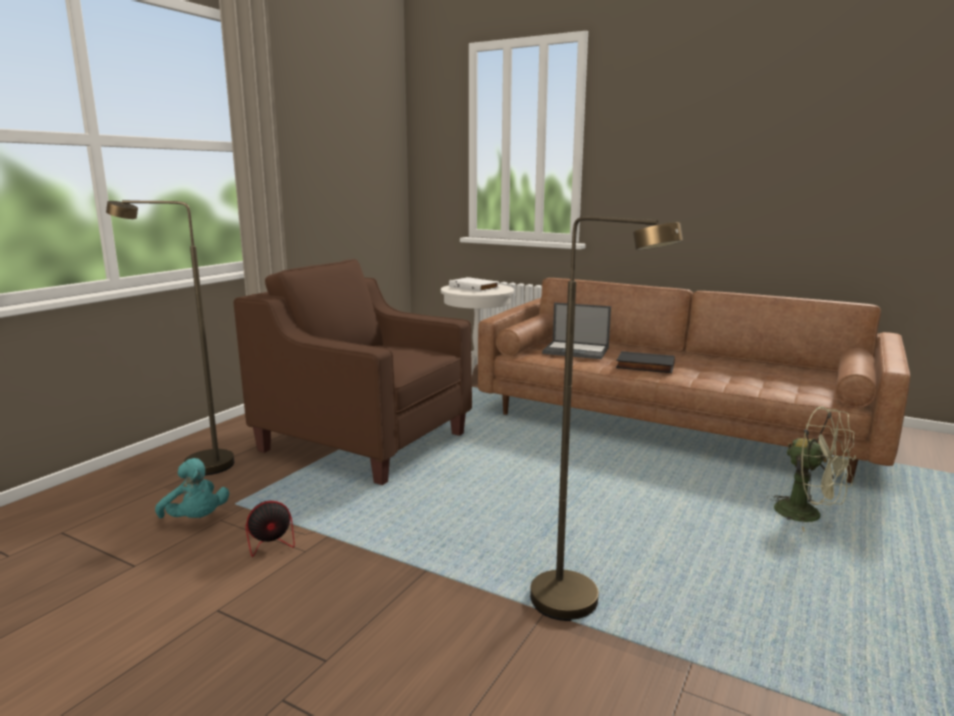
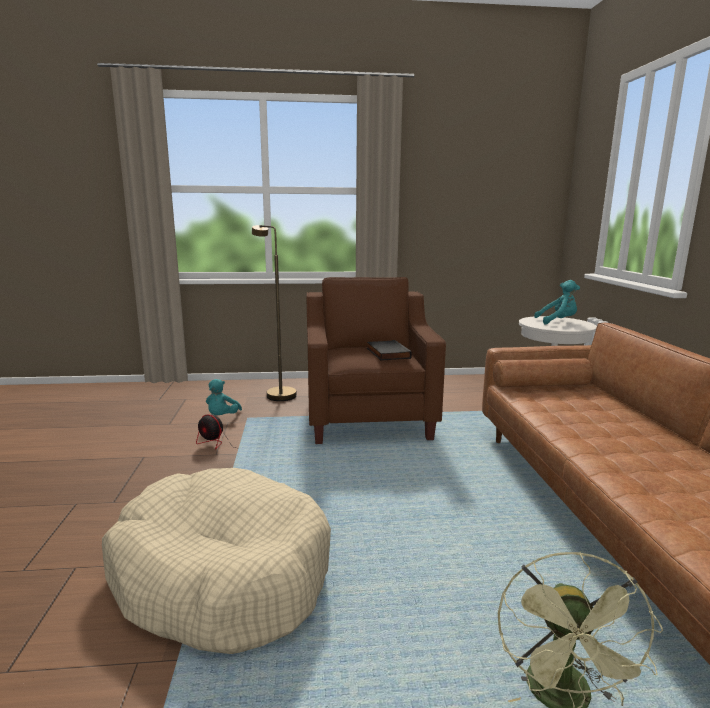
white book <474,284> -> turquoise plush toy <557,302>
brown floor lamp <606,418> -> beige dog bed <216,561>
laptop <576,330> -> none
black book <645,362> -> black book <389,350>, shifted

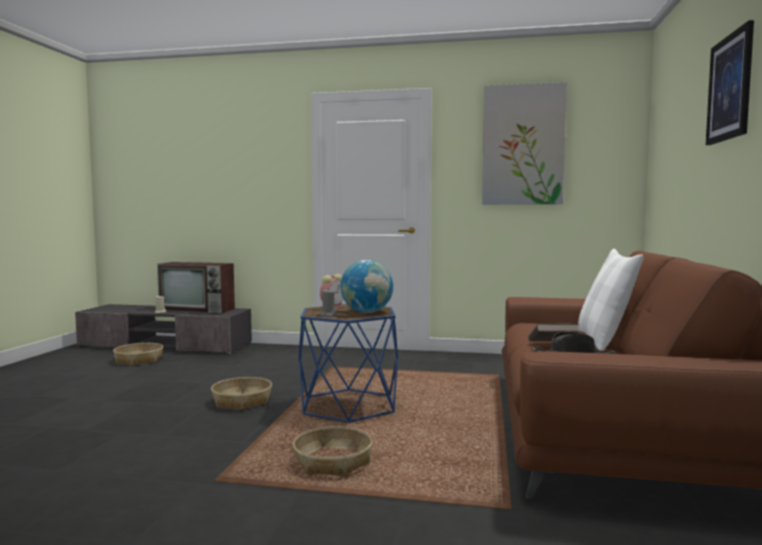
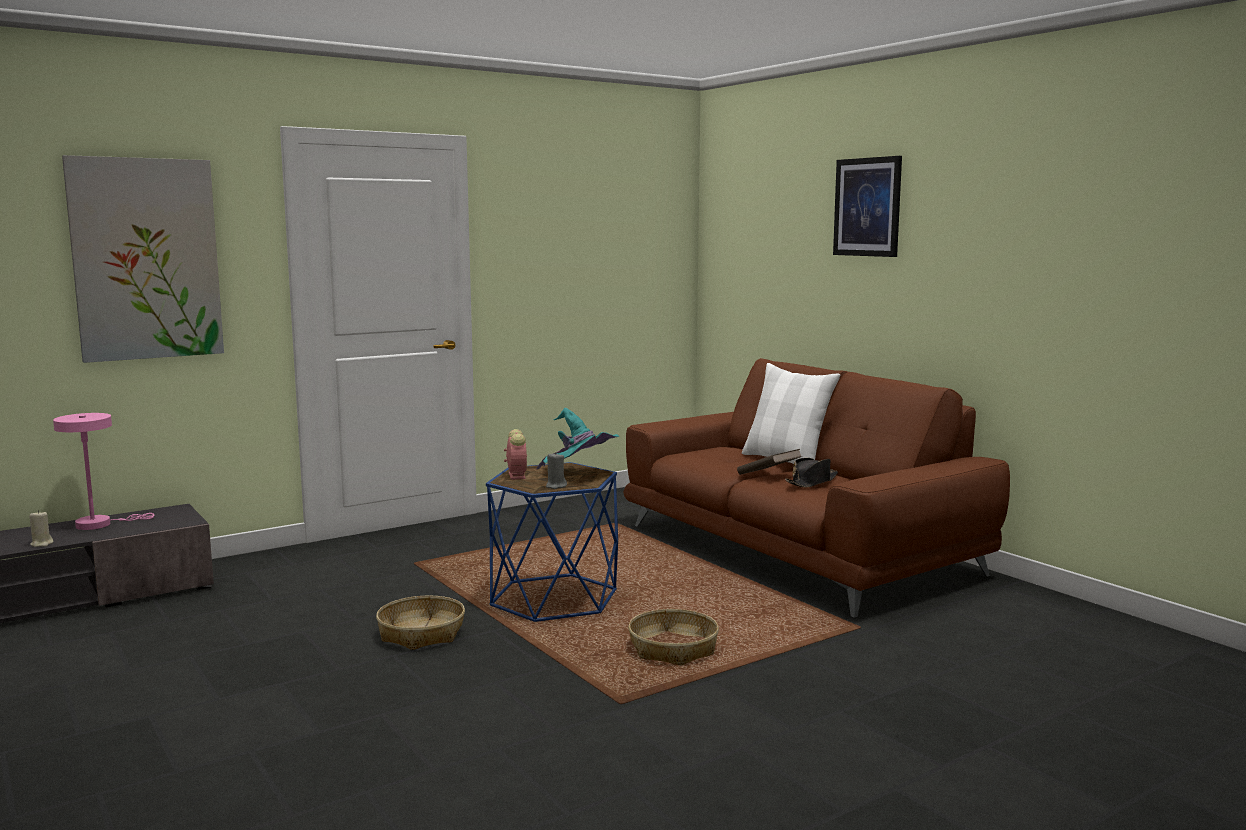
basket <138,354> -> none
television <196,288> -> pink table lamp <103,471>
globe <366,286> -> turquoise hat <577,438>
picture <524,143> -> picture <143,259>, shifted

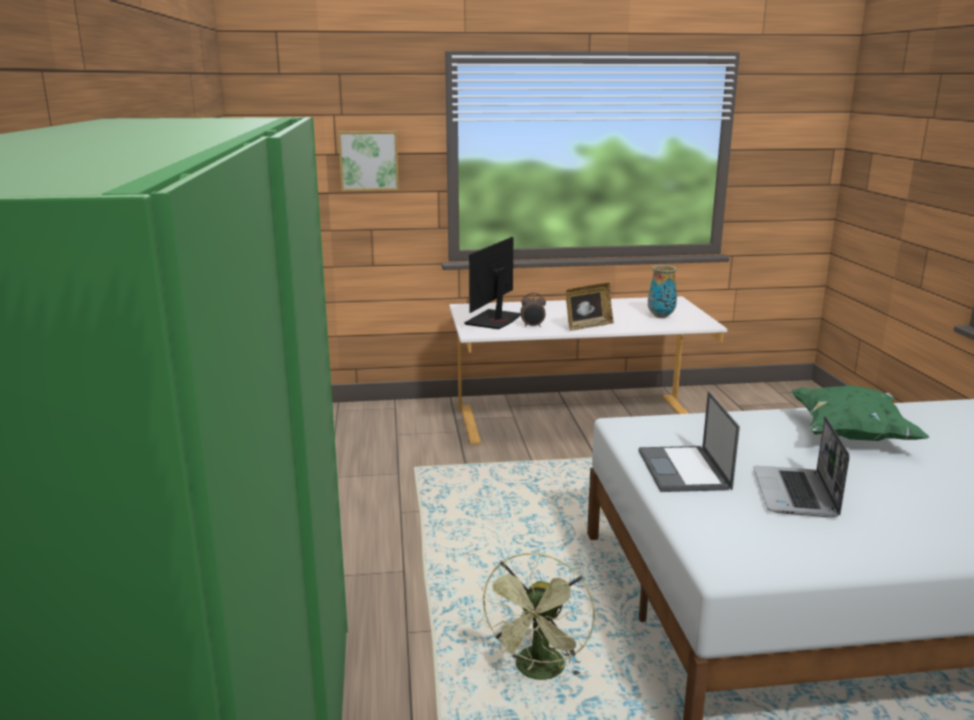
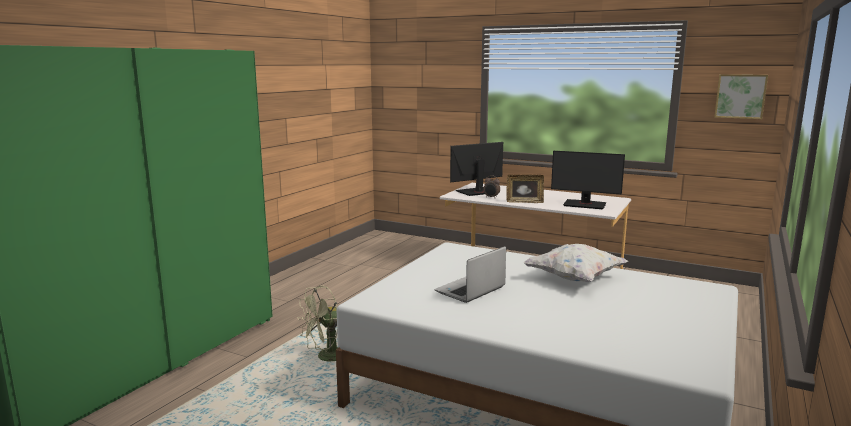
picture <368,161> -> picture <741,96>, shifted
laptop <689,441> -> none
vase <662,291> -> monitor <588,180>
green pillow <860,413> -> white pillow <576,263>

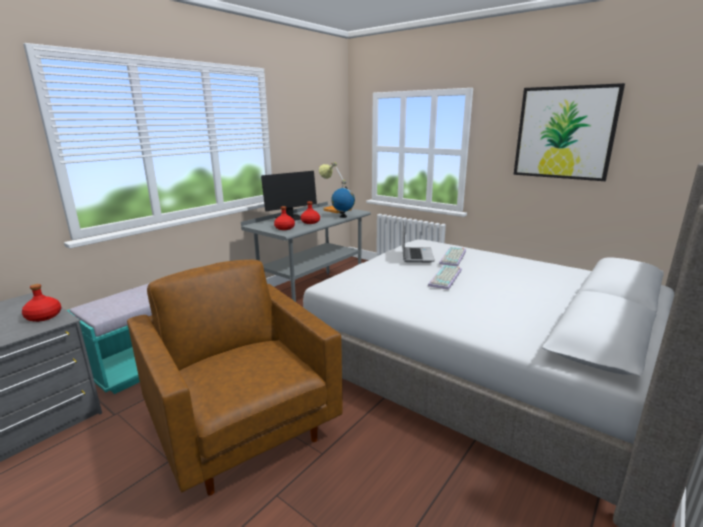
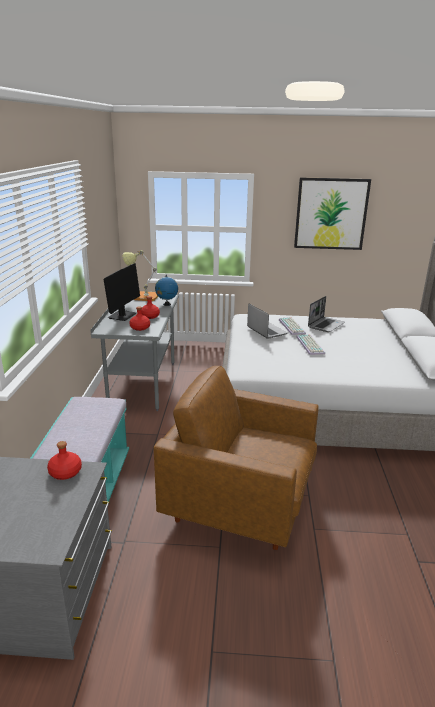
none -> laptop <326,314>

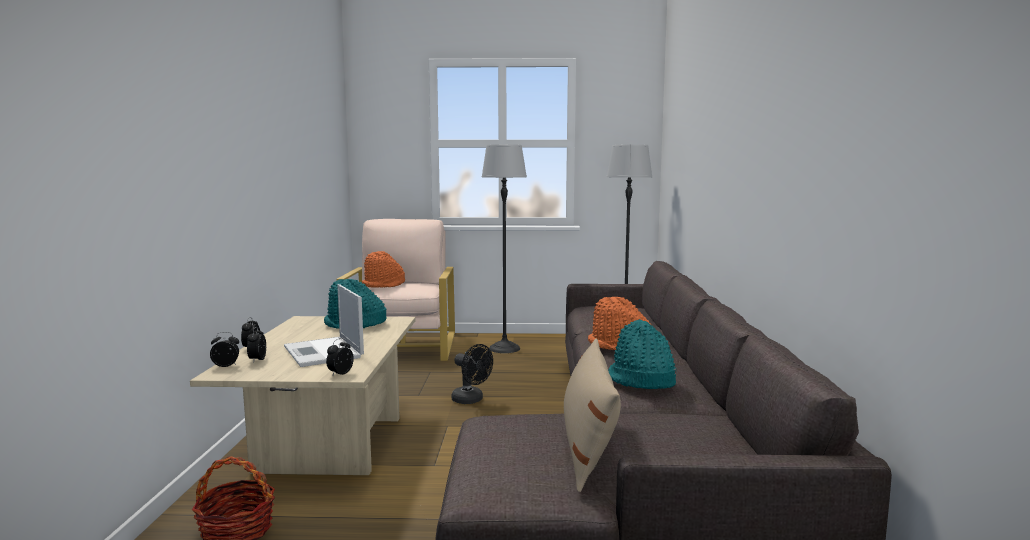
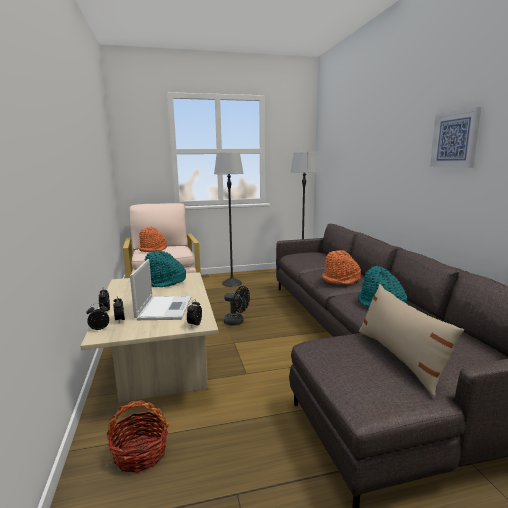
laptop <324,325> -> laptop <161,289>, 135 degrees counterclockwise
none -> picture <455,137>

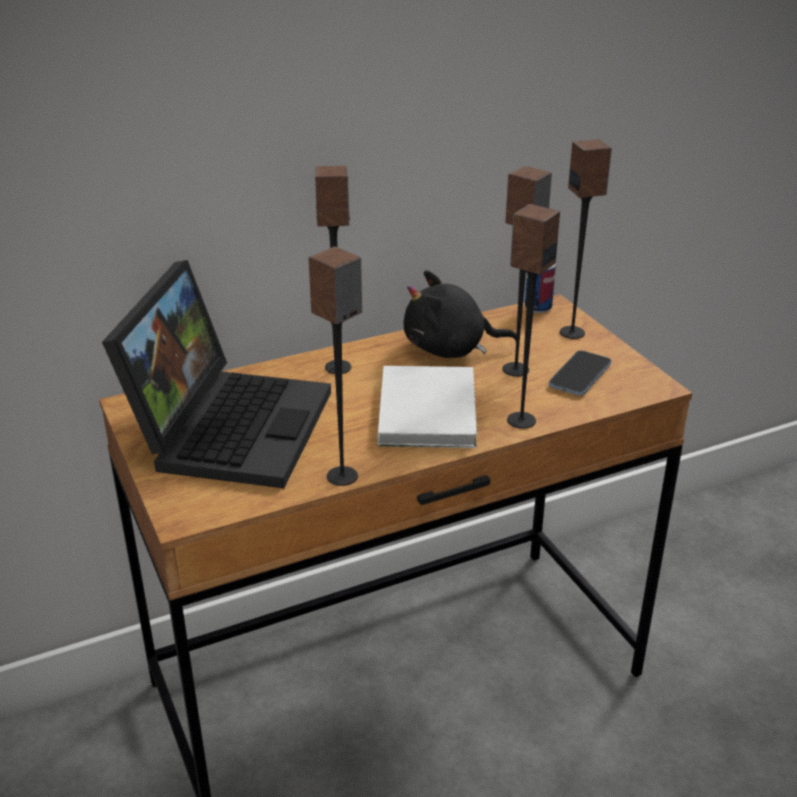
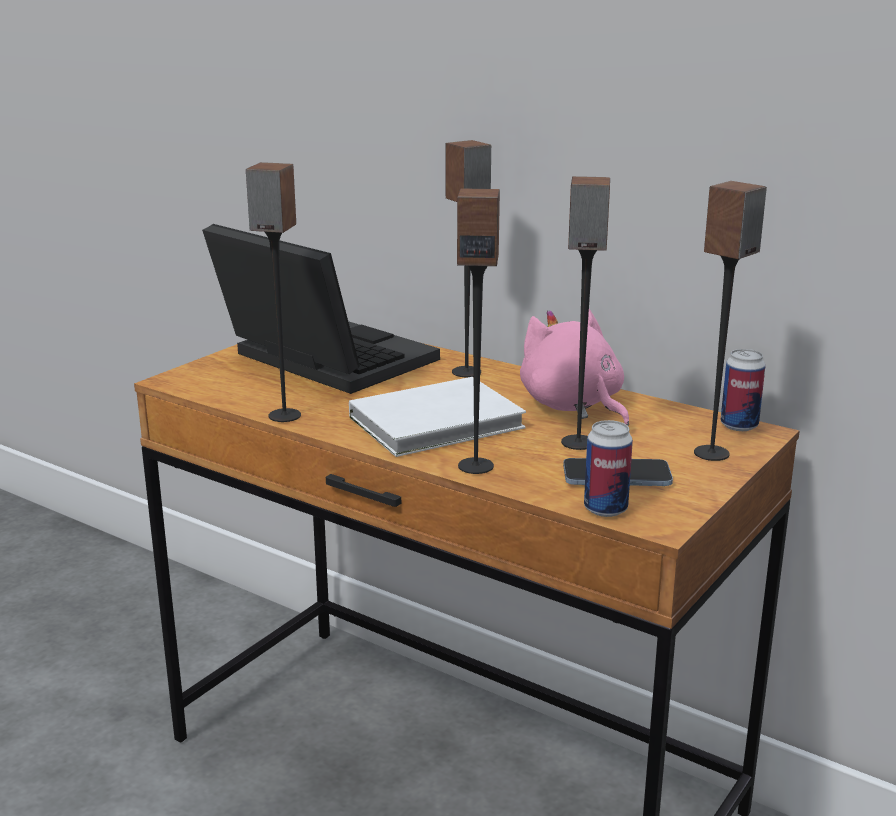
laptop <216,374> -> laptop <321,309>, 120 degrees counterclockwise
black plush toy <460,314> -> pink plush toy <574,367>
none -> can <608,468>

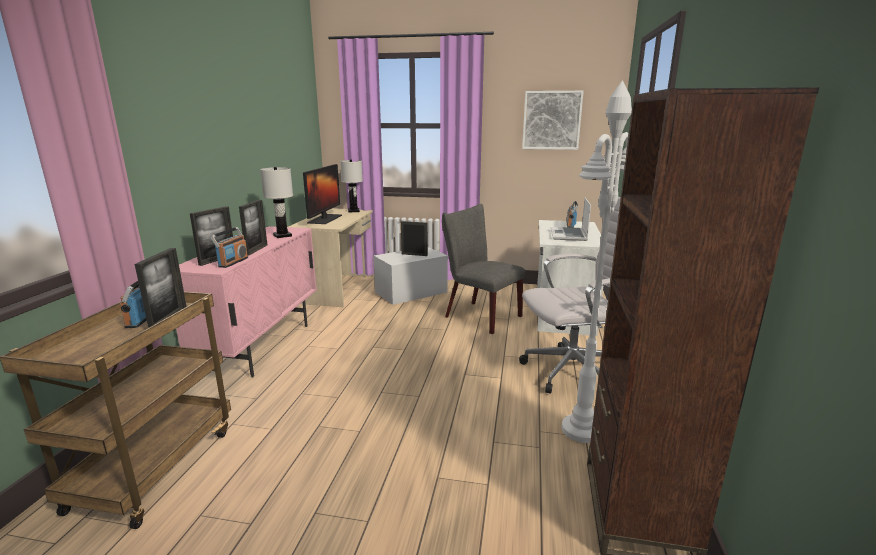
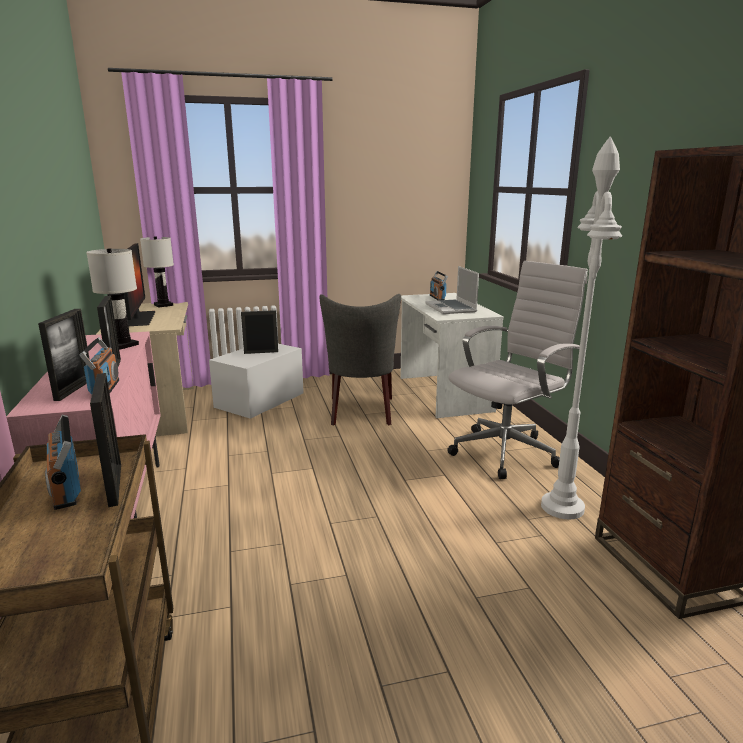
grey chair <483,269> -> grey chair <360,359>, 105 degrees counterclockwise
picture <553,120> -> none

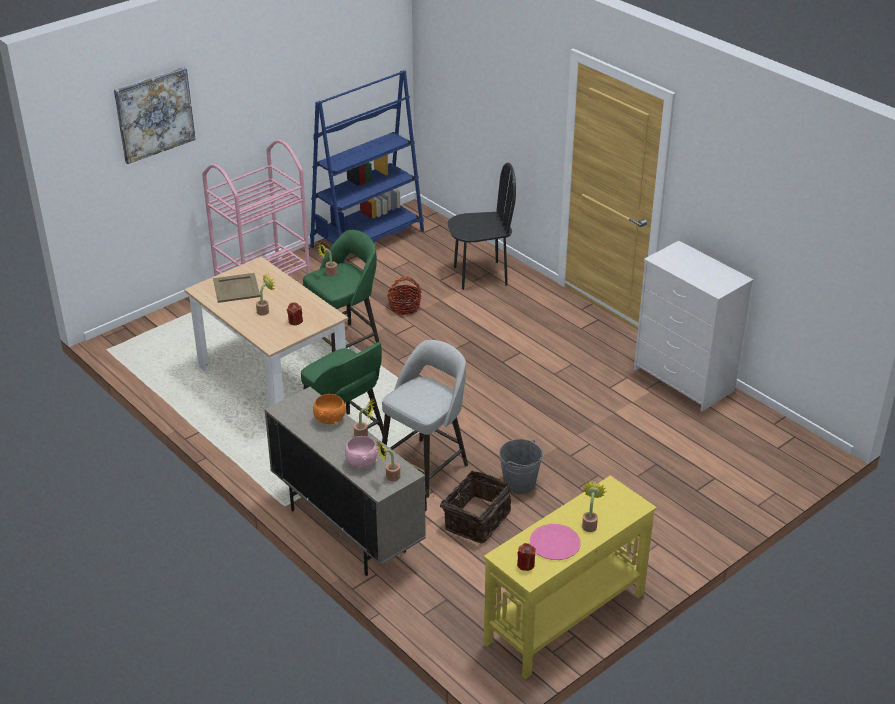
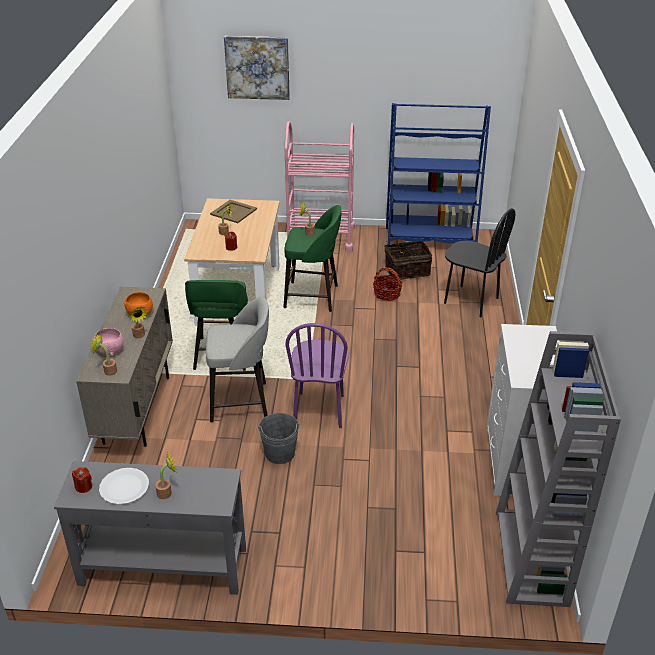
basket <472,507> -> basket <408,260>, shifted
yellow console table <570,577> -> grey console table <150,528>
pink plate <555,542> -> white plate <124,486>
none -> purple chair <317,375>
none -> grey bookcase <558,469>

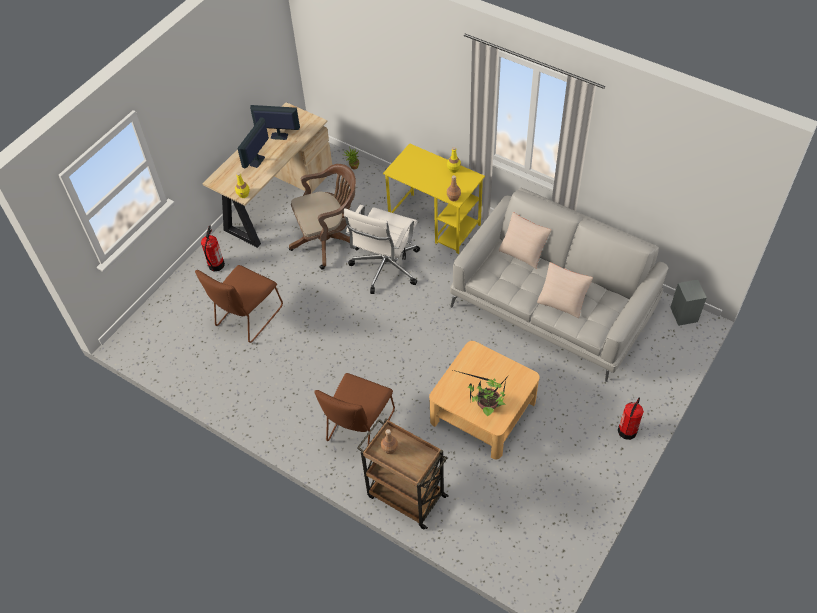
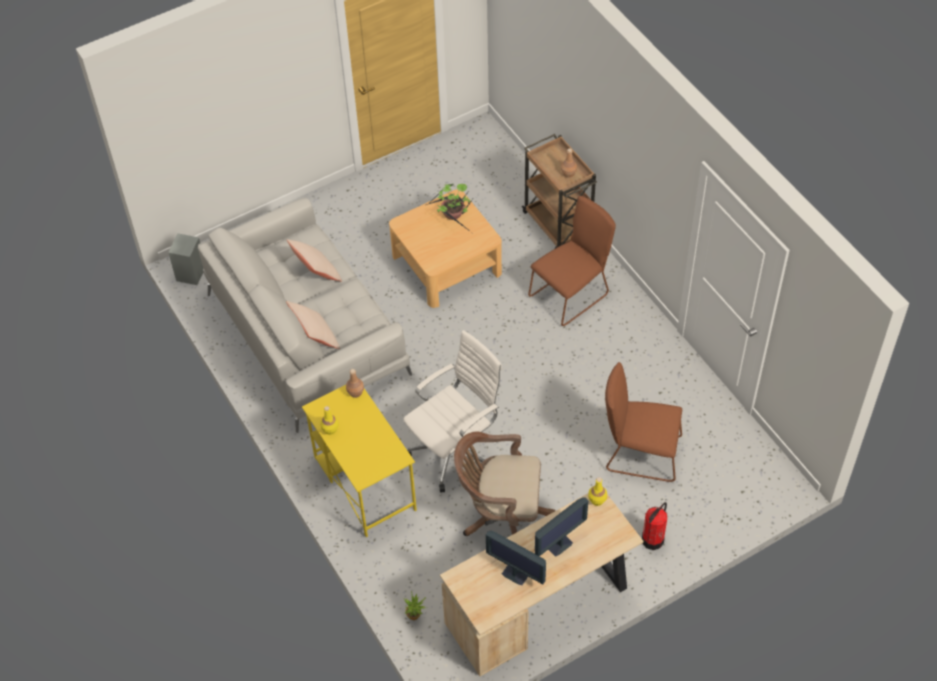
brown chair <239,304> -> brown chair <643,422>, 135 degrees counterclockwise
fire extinguisher <631,418> -> none

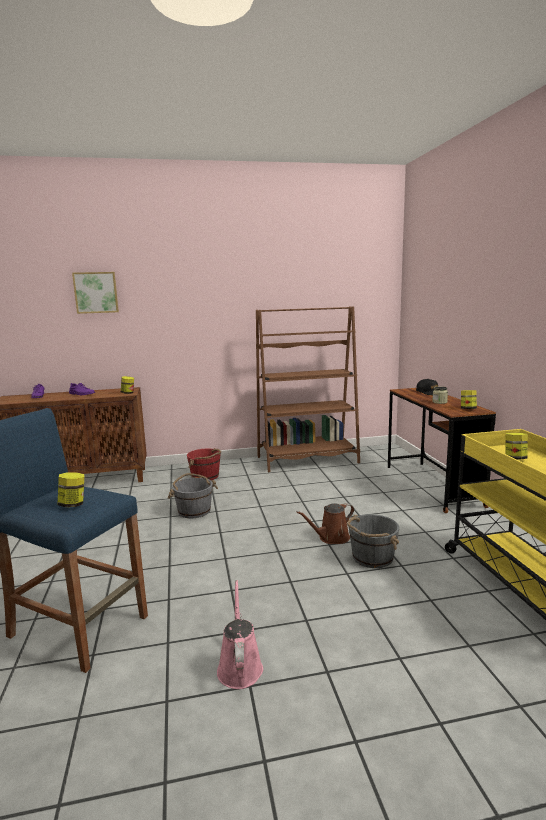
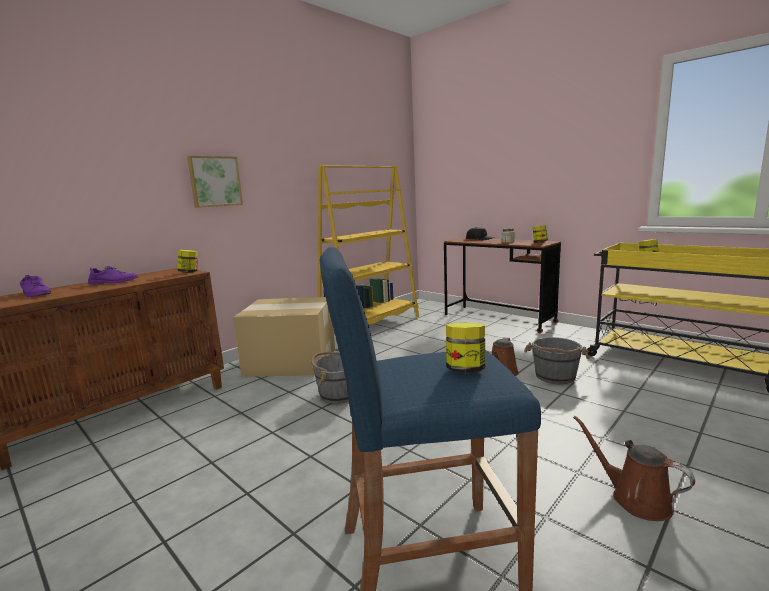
picture <95,293> -> picture <215,182>, shifted
red bucket <204,464> -> cardboard box <284,337>
pink watering can <240,634> -> brown watering can <634,468>
brown bookcase <308,389> -> yellow bookcase <368,244>

